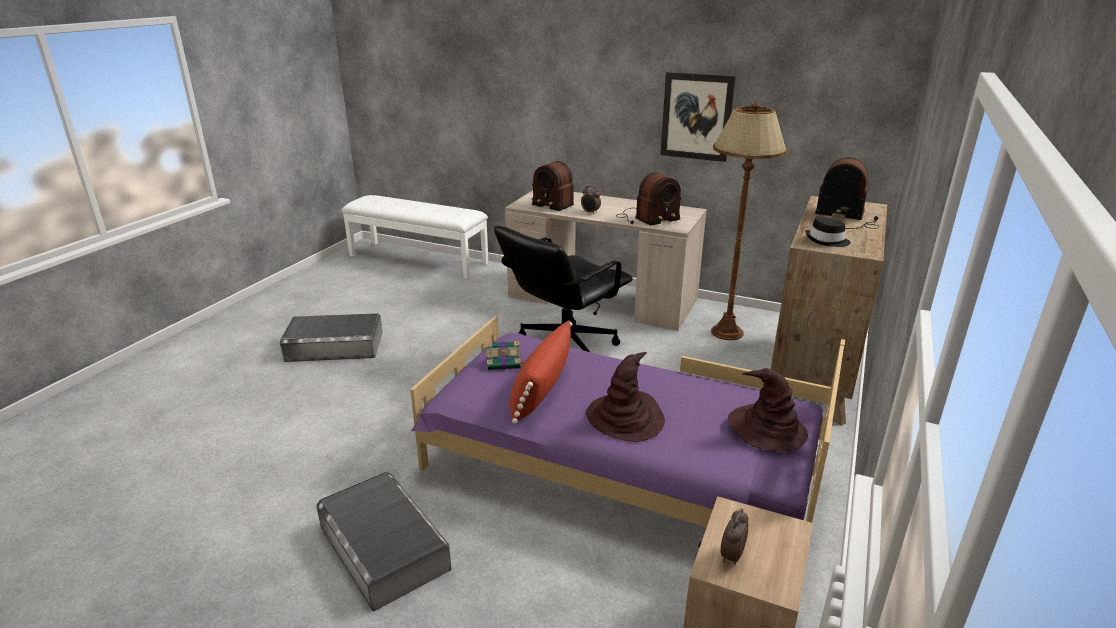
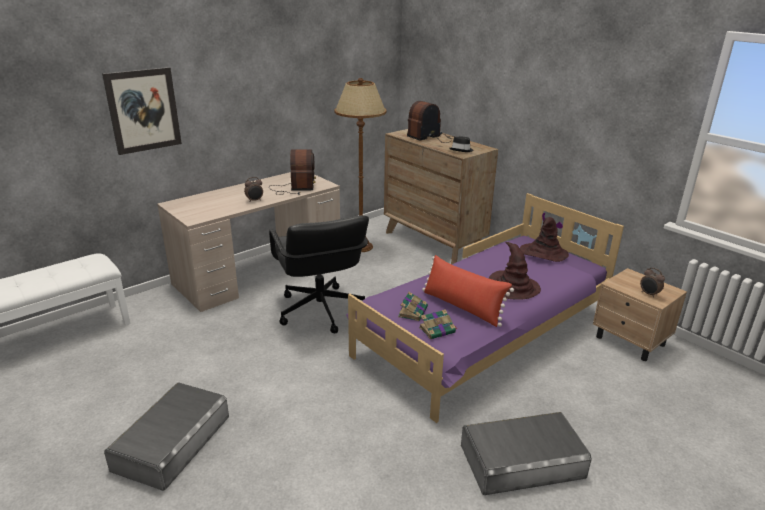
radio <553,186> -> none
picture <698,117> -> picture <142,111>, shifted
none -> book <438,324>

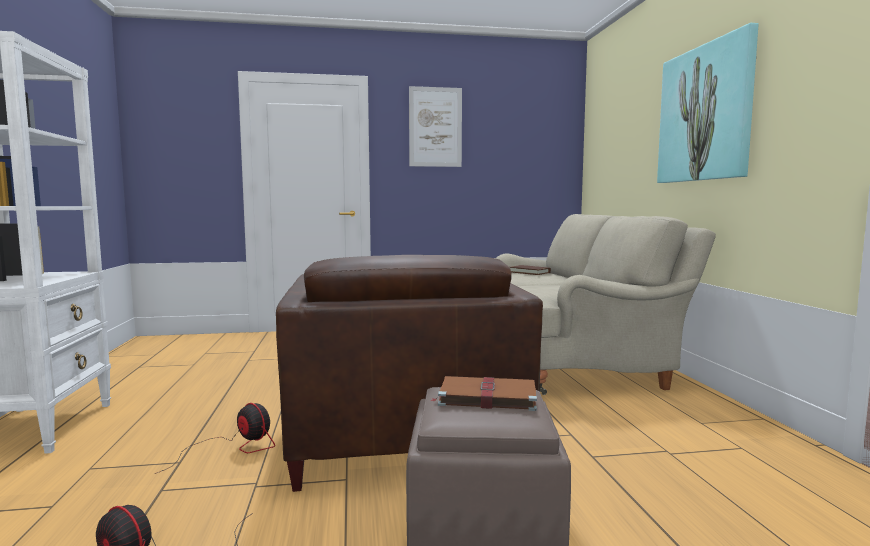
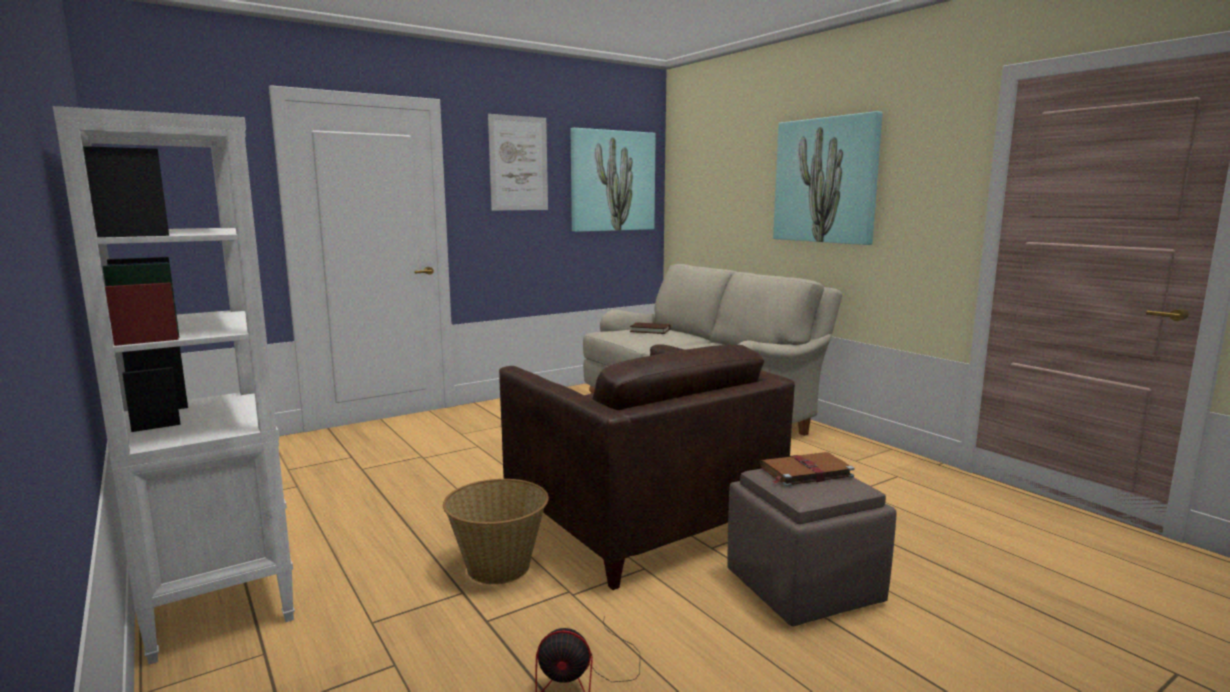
fan <215,438> -> basket <496,531>
none -> picture <613,180>

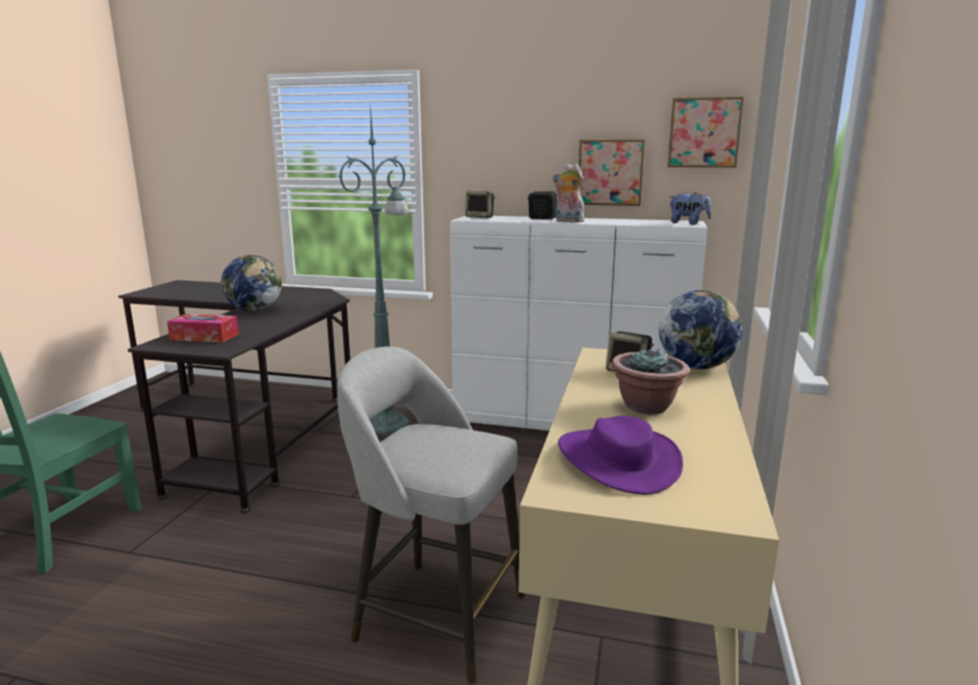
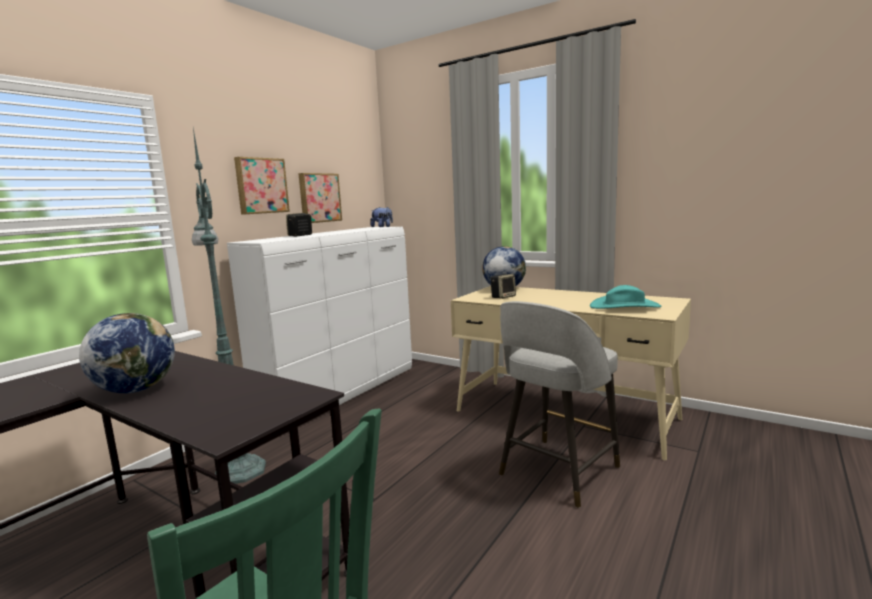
tissue box <203,328> -> none
speaker <480,204> -> none
plush toy <568,193> -> none
purple hat <620,455> -> turquoise hat <626,297>
potted plant <650,381> -> none
picture <706,132> -> picture <262,186>, shifted

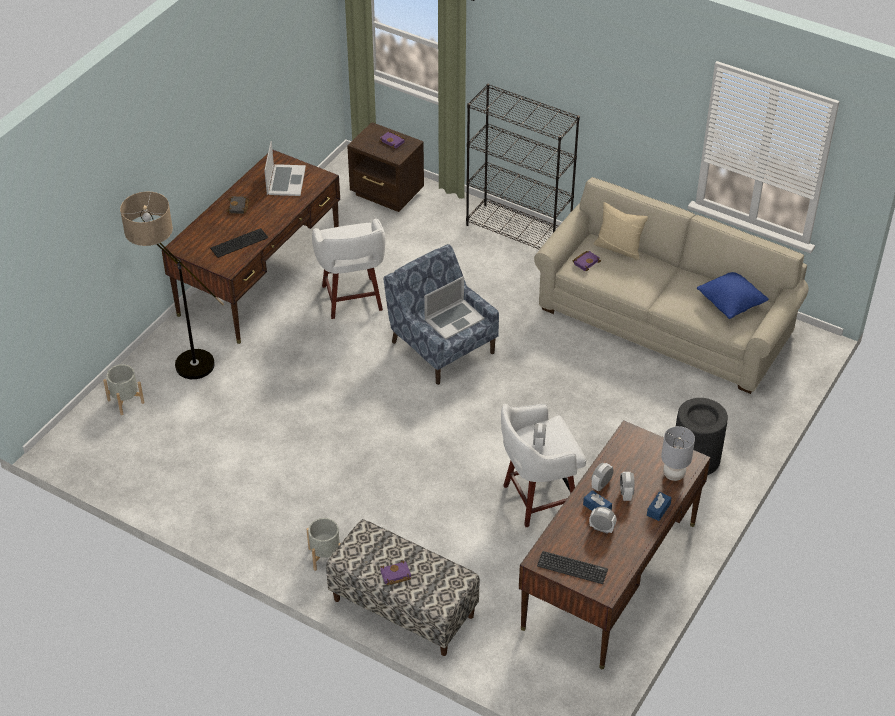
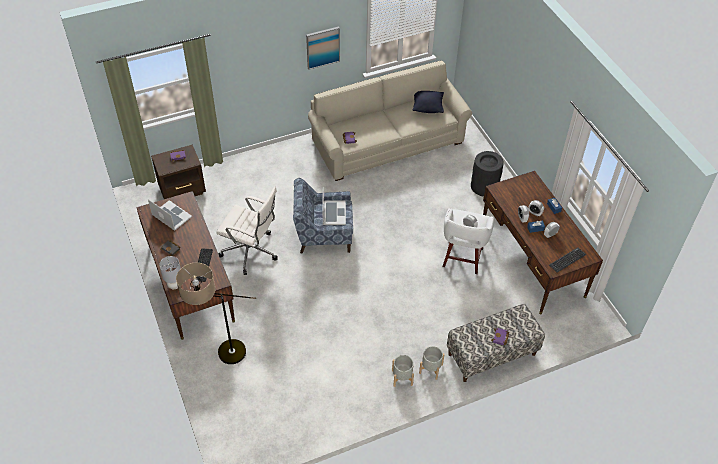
grey planter <123,389> -> grey planter <403,371>, shifted
white stool <348,268> -> white office chair <247,230>
black bookcase <523,167> -> none
beige pillow <621,231> -> none
grey table lamp <678,453> -> grey table lamp <170,272>, shifted
blue pillow <733,295> -> black pillow <428,102>
none -> picture <323,48>

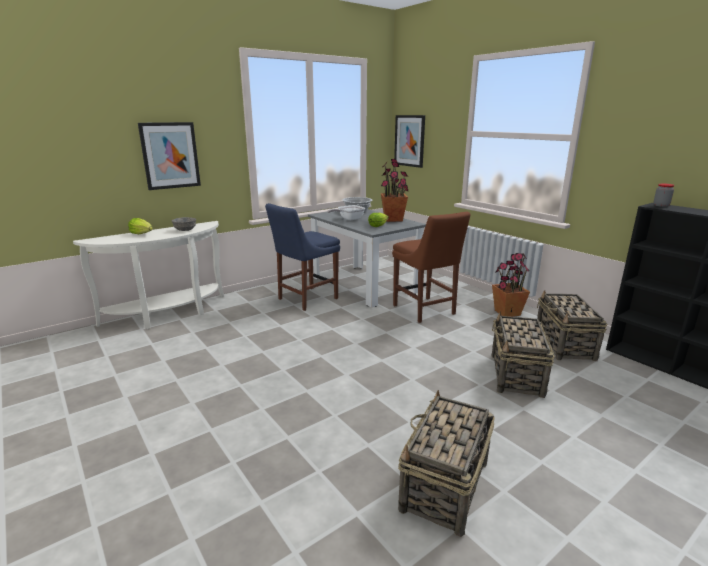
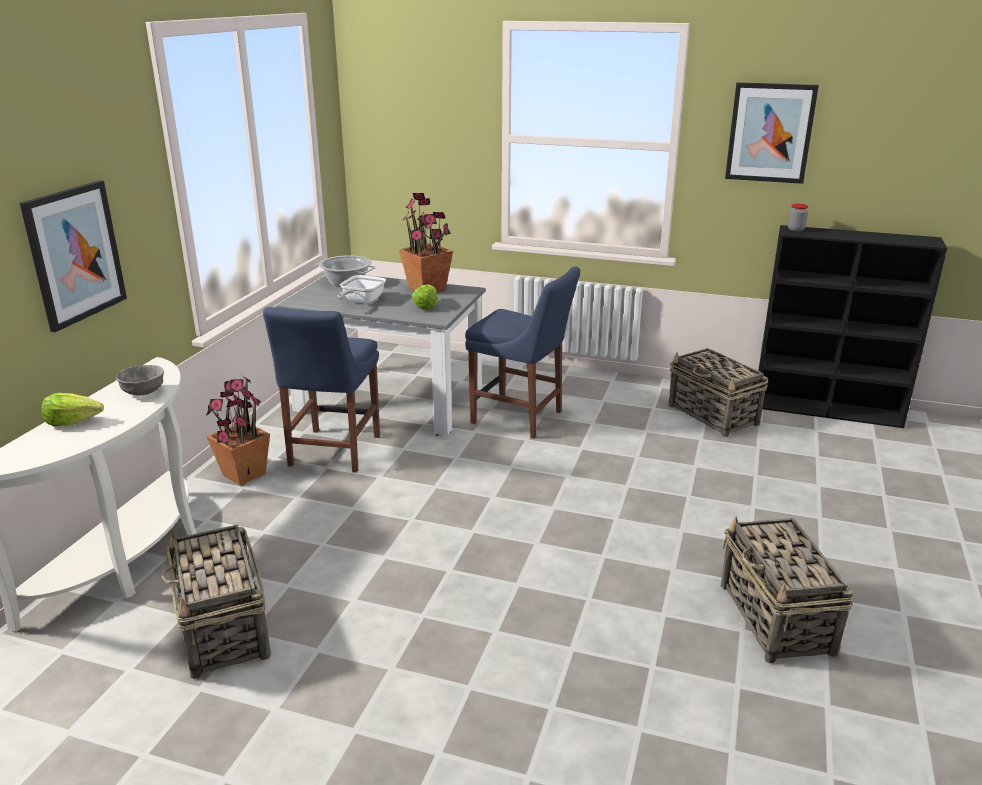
brown chair <431,267> -> blue chair <522,352>
picture <409,141> -> picture <772,133>, shifted
potted plant <511,285> -> potted plant <238,430>, shifted
basket <523,355> -> basket <216,602>, shifted

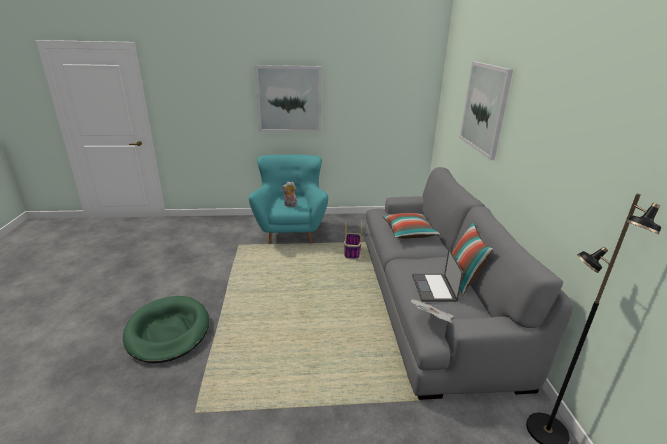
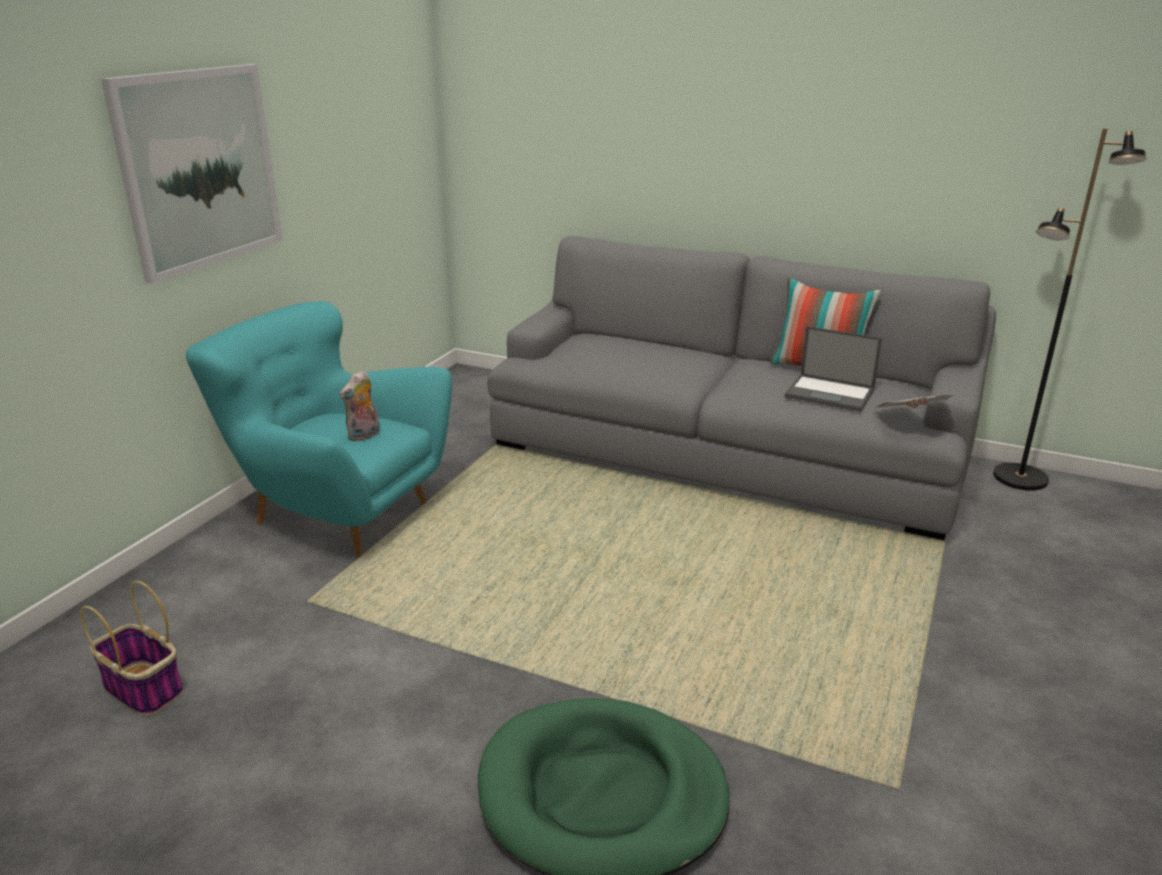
basket <353,239> -> basket <131,648>, shifted
pillow <411,225> -> none
picture <486,110> -> none

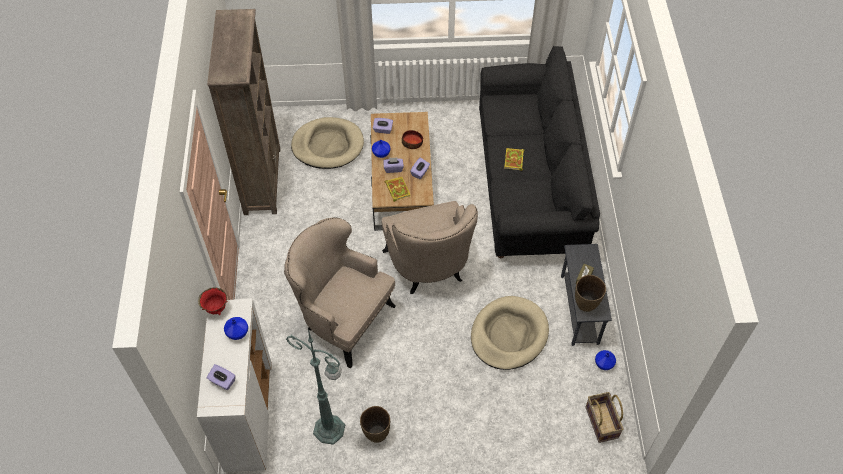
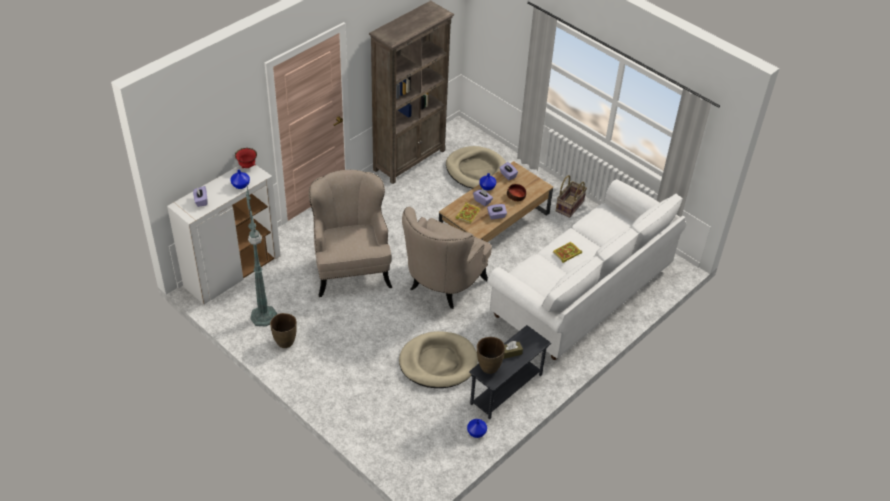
black sofa <539,152> -> white sofa <587,269>
basket <604,417> -> basket <571,196>, shifted

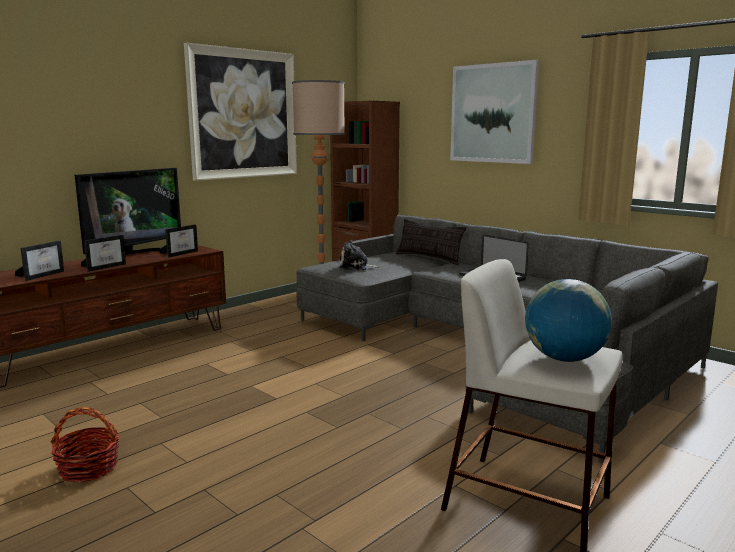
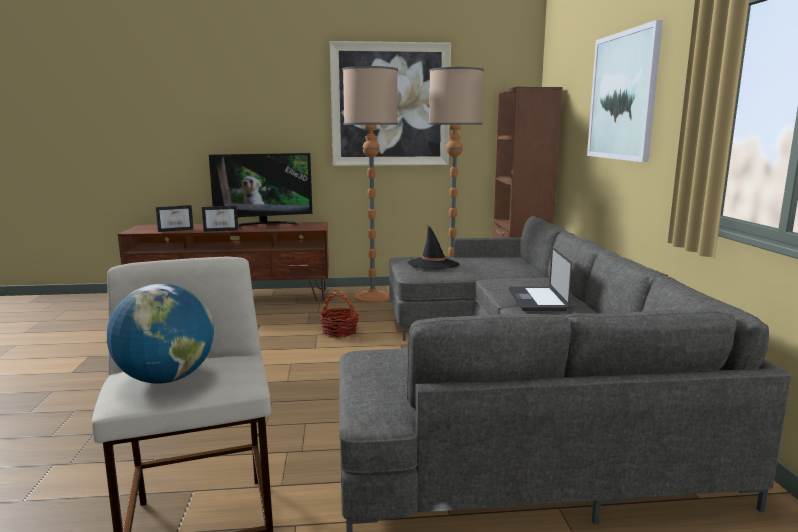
basket <84,444> -> basket <339,314>, shifted
picture frame <178,241> -> none
plush toy <359,255> -> black hat <433,247>
pillow <431,242> -> none
none -> floor lamp <370,184>

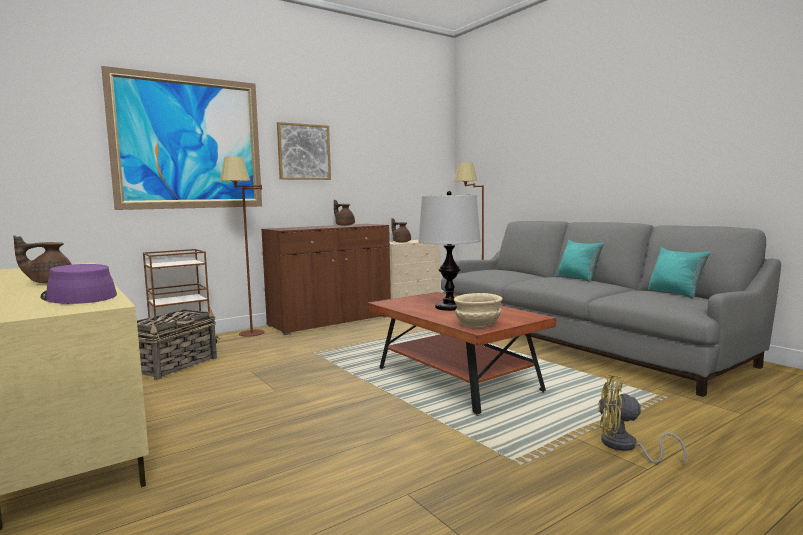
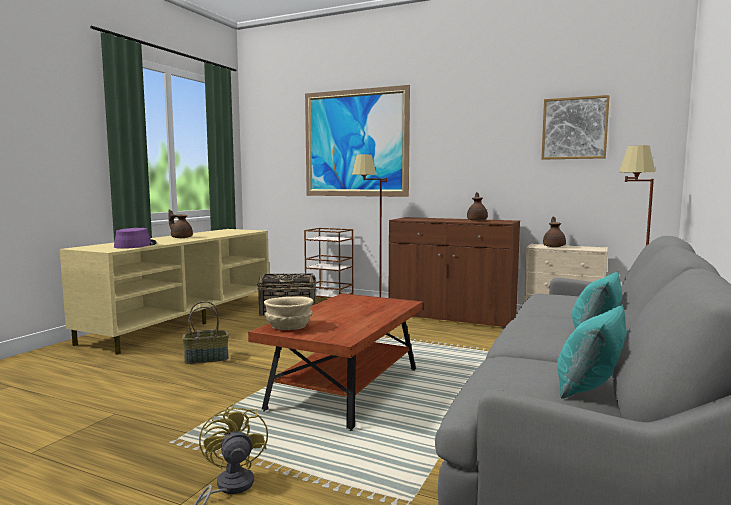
picture <304,151> -> picture <575,127>, shifted
table lamp <449,251> -> none
none -> basket <205,332>

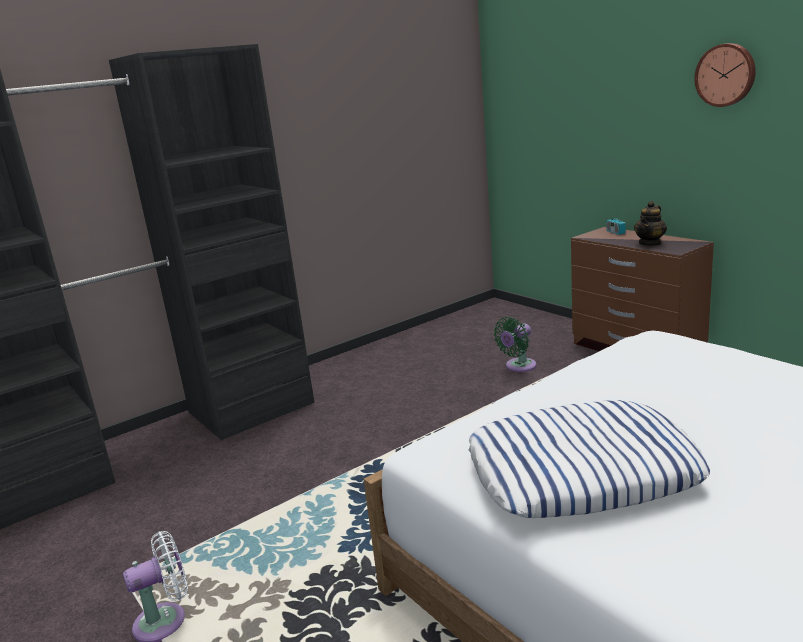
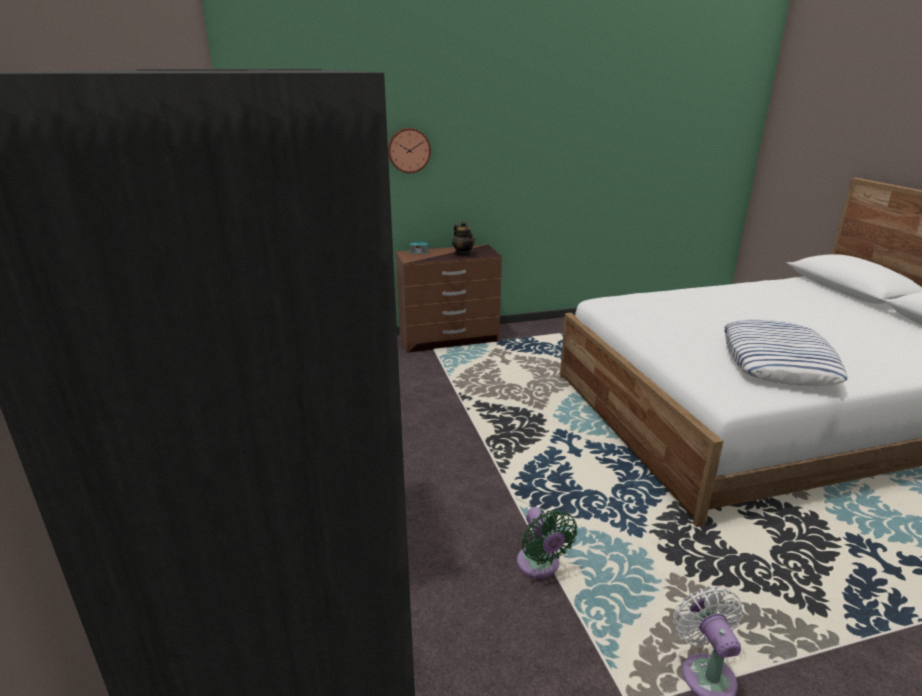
green fan <515,344> -> green fan <547,543>, shifted
wall clock <725,75> -> wall clock <409,150>, shifted

